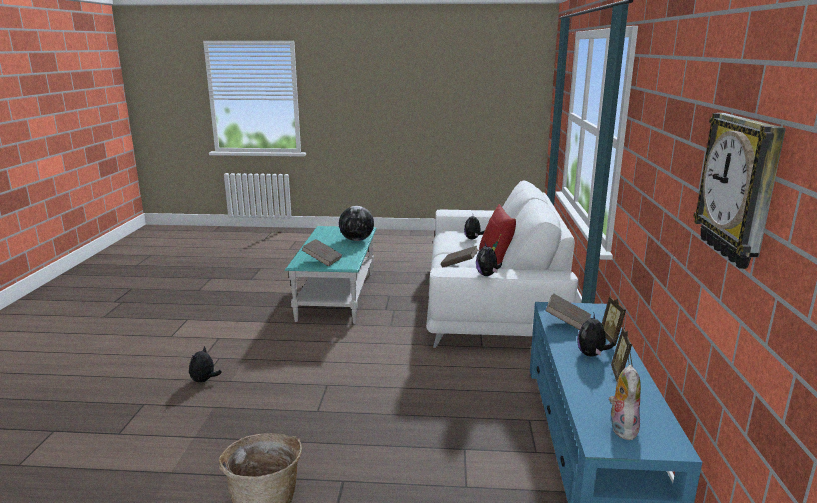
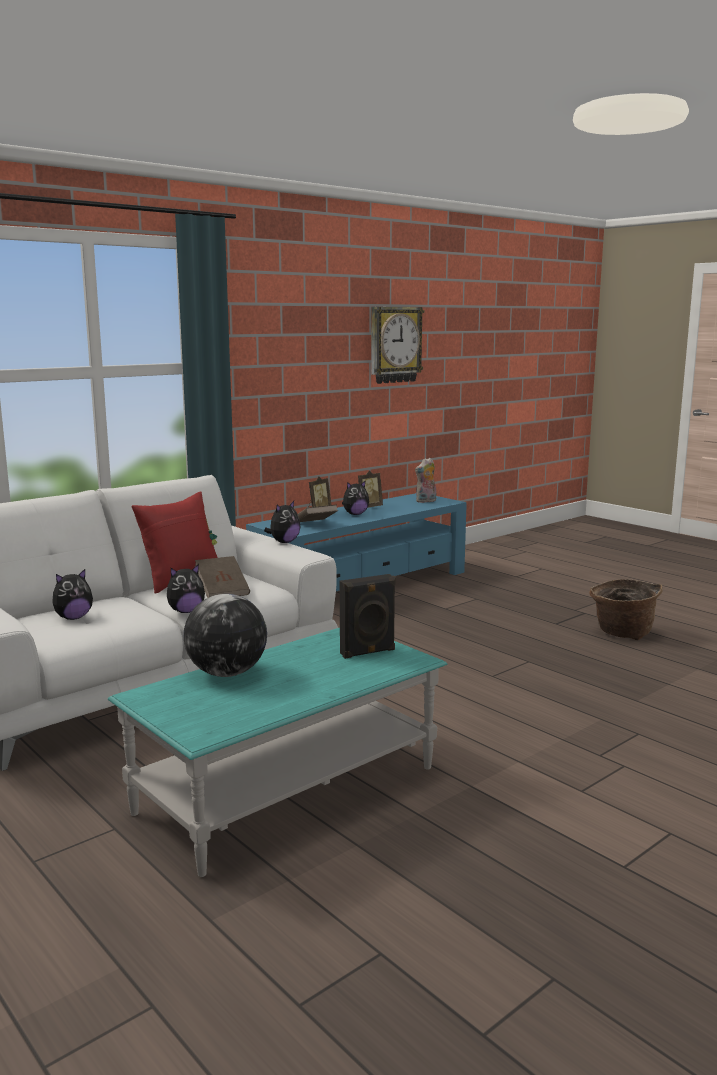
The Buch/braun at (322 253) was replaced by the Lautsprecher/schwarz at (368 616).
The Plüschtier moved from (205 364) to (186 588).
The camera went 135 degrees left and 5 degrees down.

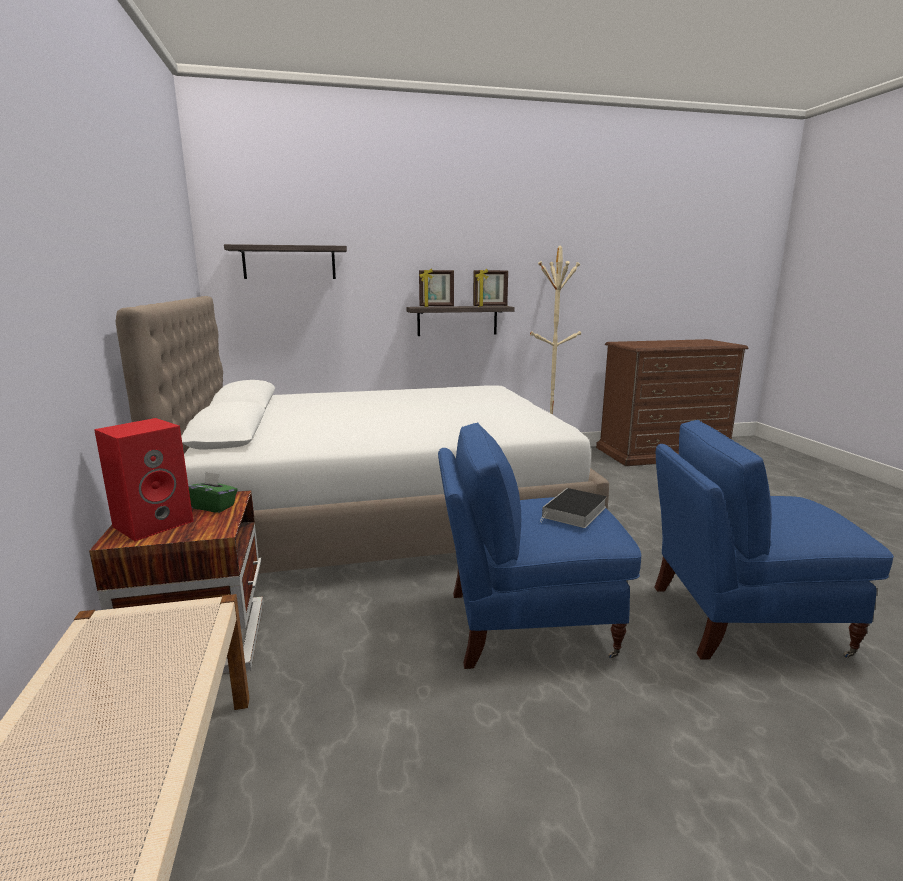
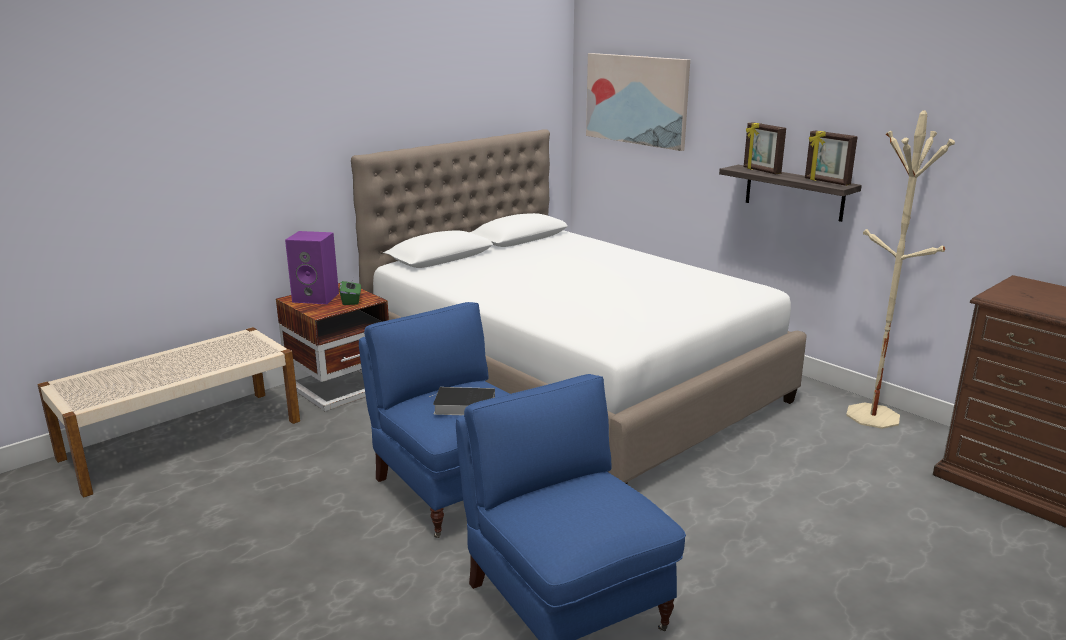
The Wandregal at (285 261) was replaced by the Bild at (638 102).
The Lautsprecher/rot at (143 479) became the Lautsprecher/lila at (312 267).
The camera went 60 degrees right and 5 degrees up.

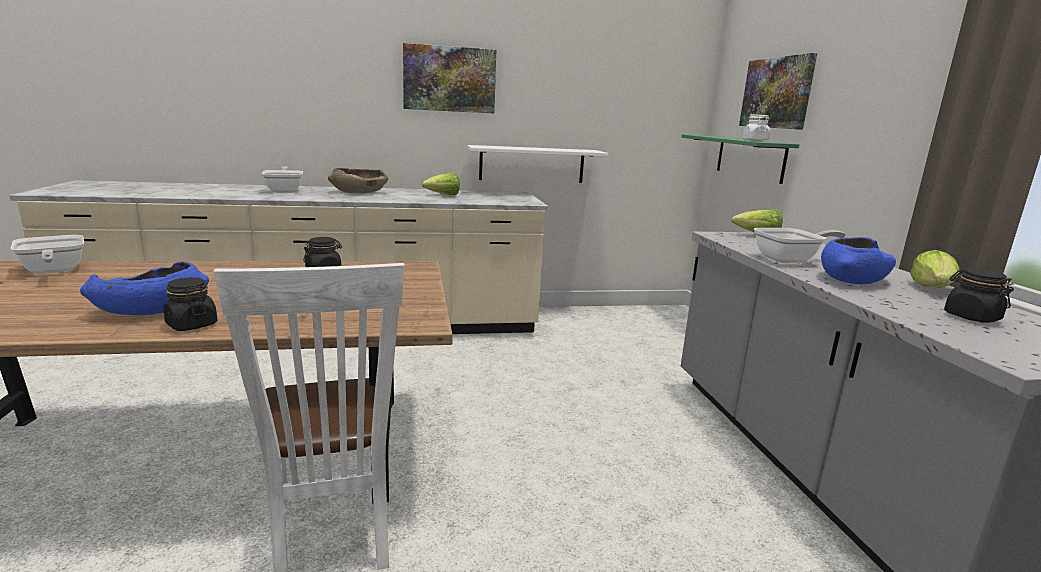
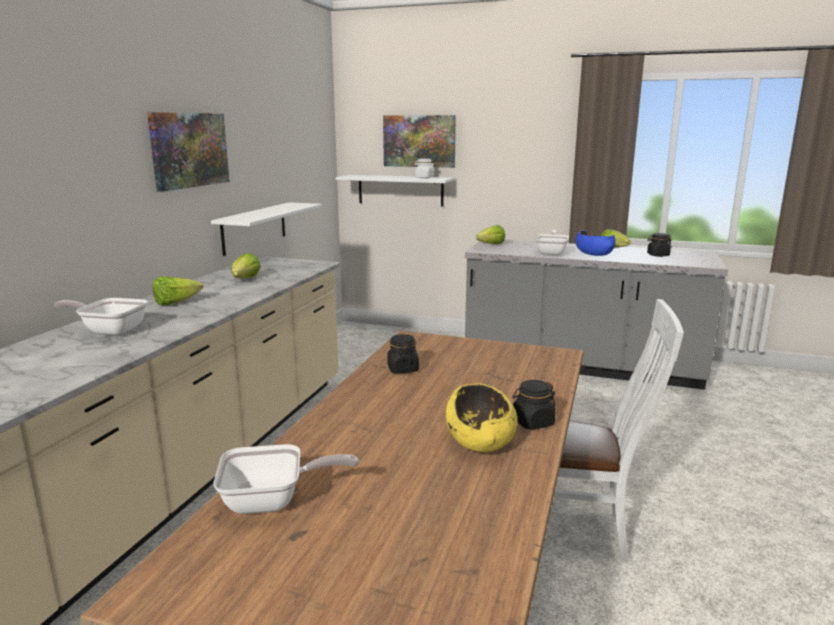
The Wandregal/grün at (740 159) became the Wandregal/weiß at (395 191).
The Schüssel/braun at (358 180) was replaced by the Salatkopf at (177 290).
The Schüssel/blau at (144 288) became the Schüssel/gelb at (481 417).
The camera went 60 degrees left and 0 degrees up.

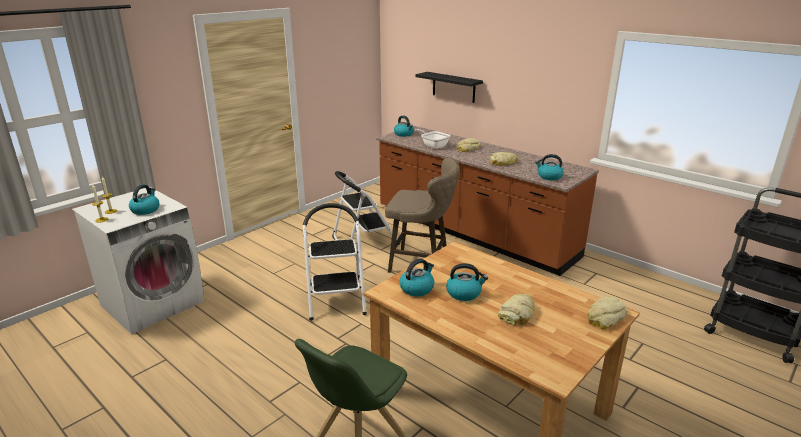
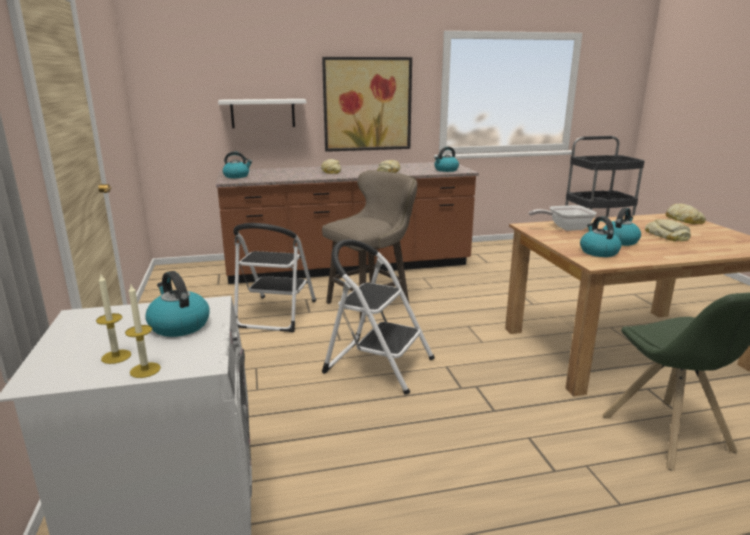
The Wandregal/schwarz at (449 87) became the Wandregal/weiß at (262 113).
The Pfanne moved from (432 139) to (562 218).
The Bild at (367 104) appeared.
The camera went 55 degrees left and 5 degrees down.

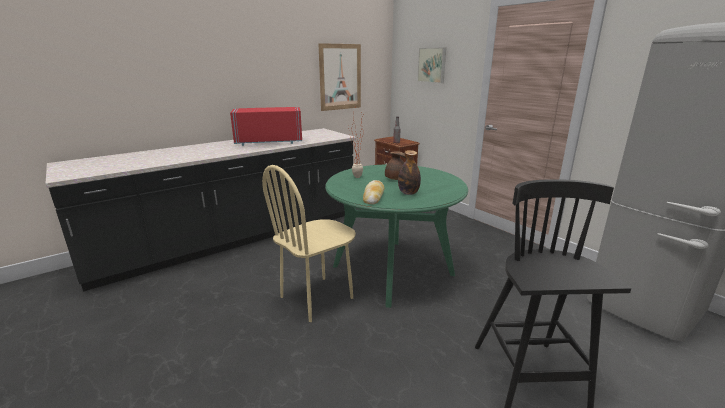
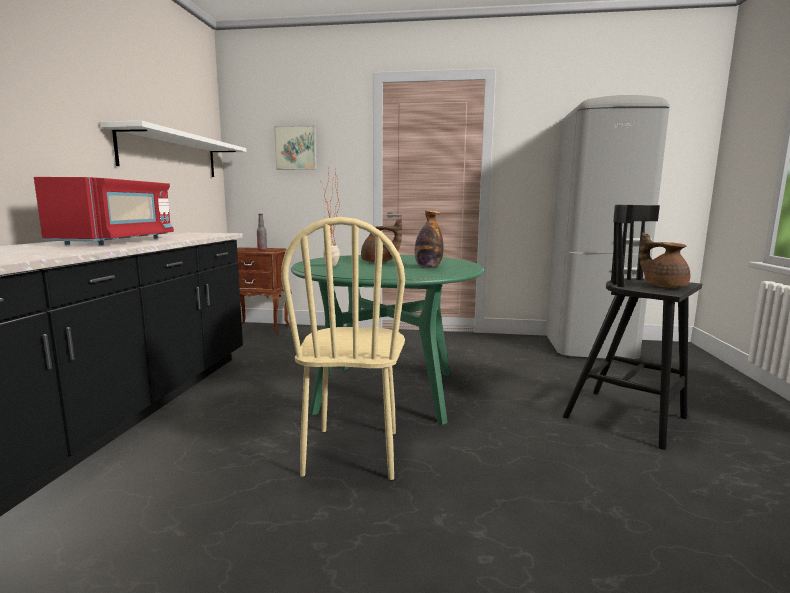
The Bild at (339 77) was replaced by the Wandregal/weiß at (173 149).
The Mikrowelle/rot at (266 126) turned 150 degrees clockwise.
The Brot at (374 192) disappeared.
The Teekanne/braun at (665 260) appeared.
The camera went 45 degrees left and 10 degrees down.

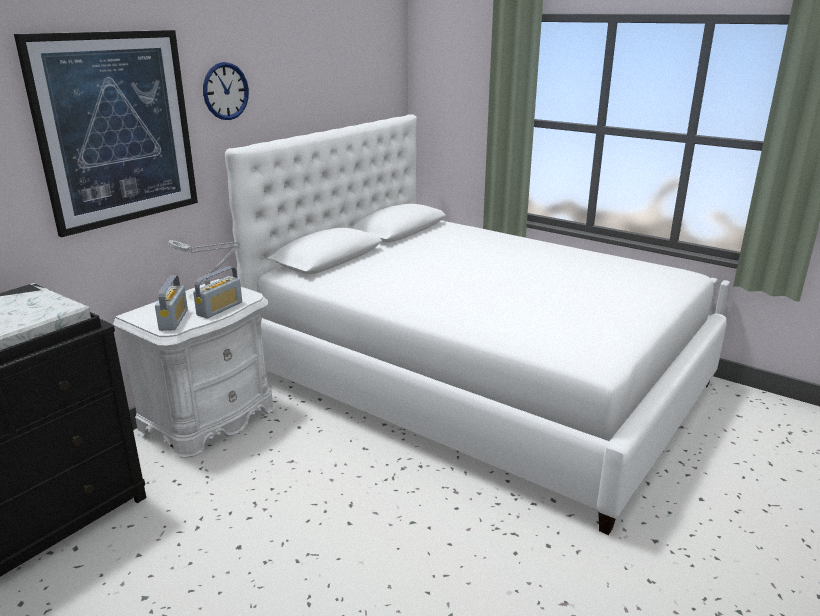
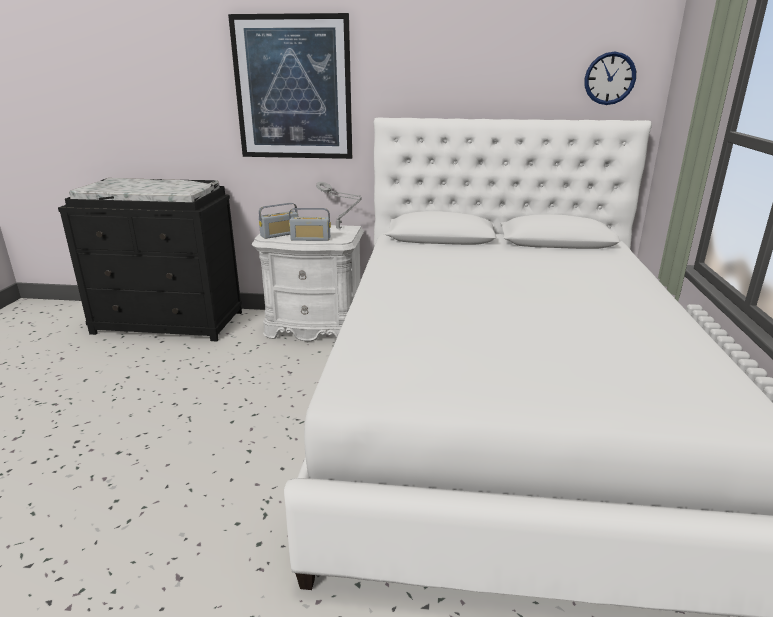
The Wanduhr moved from (226 91) to (610 78).
The camera went 60 degrees right and 0 degrees up.

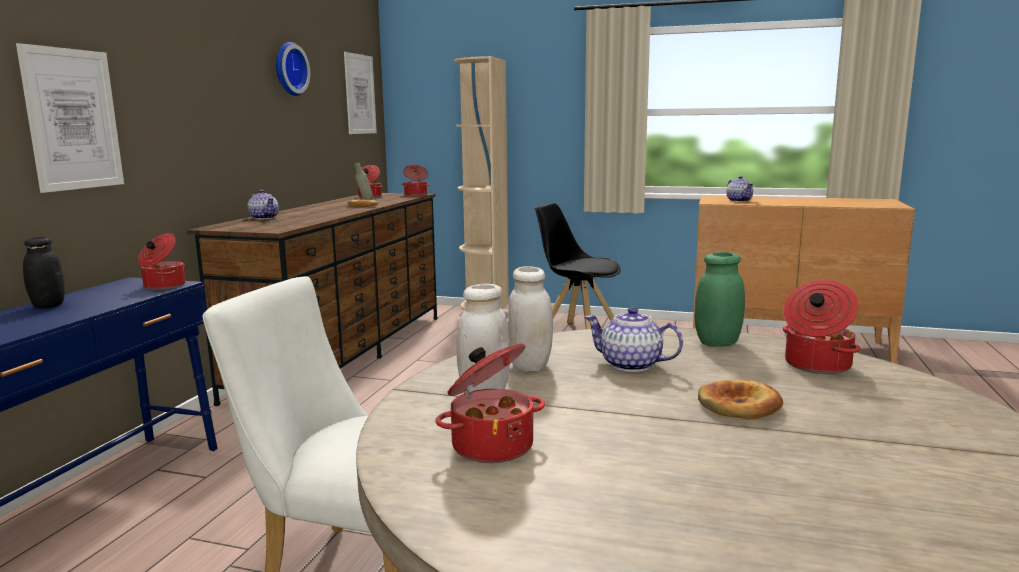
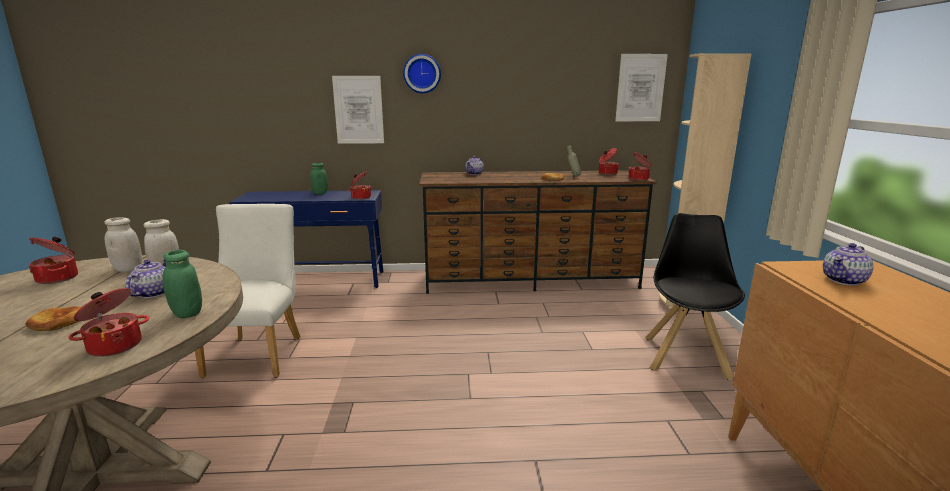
The Wanduhr moved from (293 69) to (422 73).
The Vorratsglas/schwarz at (44 272) became the Vorratsglas/grün at (319 178).
The camera went 70 degrees right and 5 degrees up.

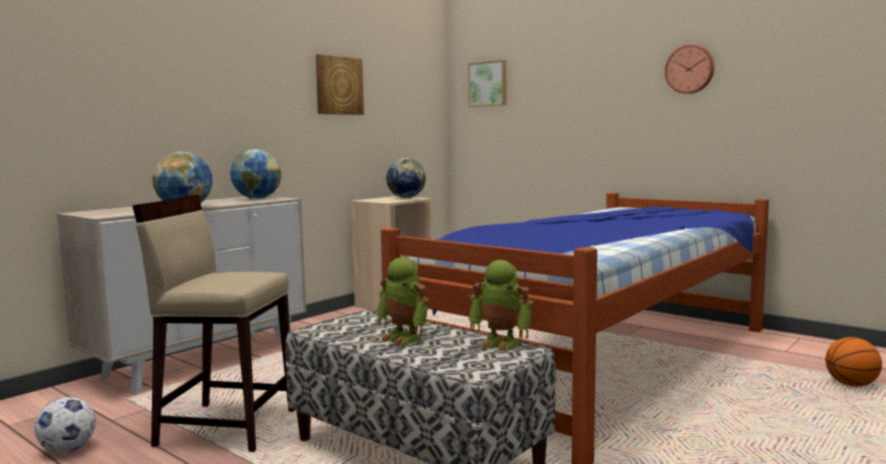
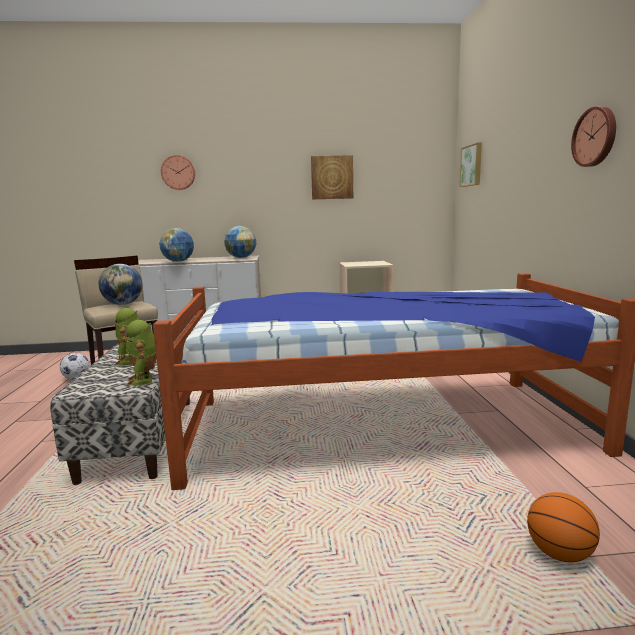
The Globus moved from (406 178) to (121 284).
The Wanduhr at (178 172) appeared.
The camera went 45 degrees right and 5 degrees up.

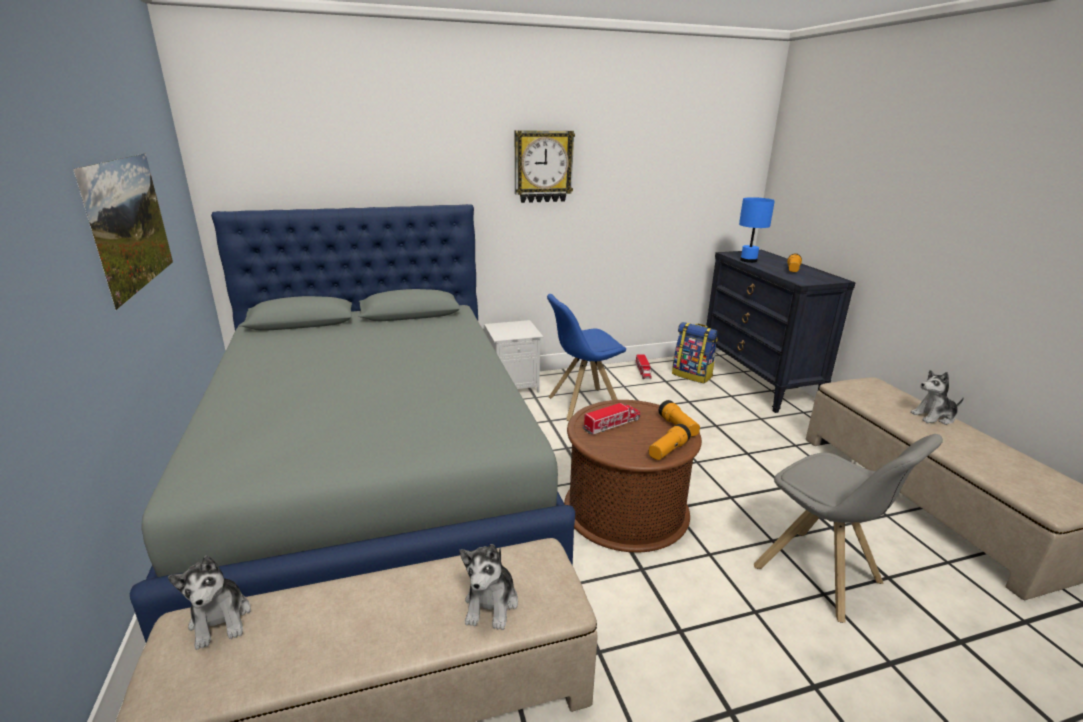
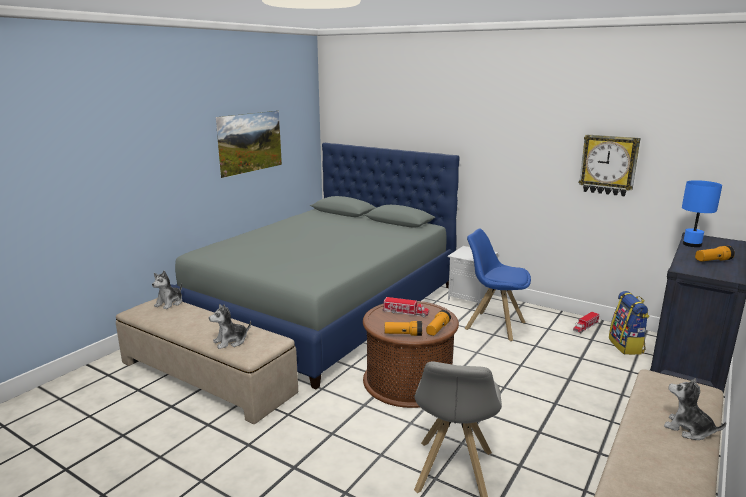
The Wanduhr moved from (545 166) to (610 165).
The camera went 50 degrees right and 5 degrees down.

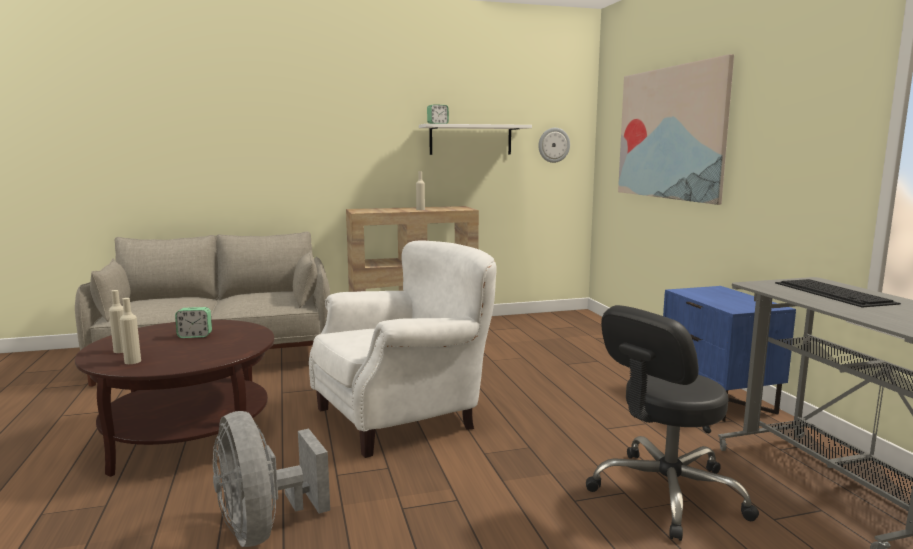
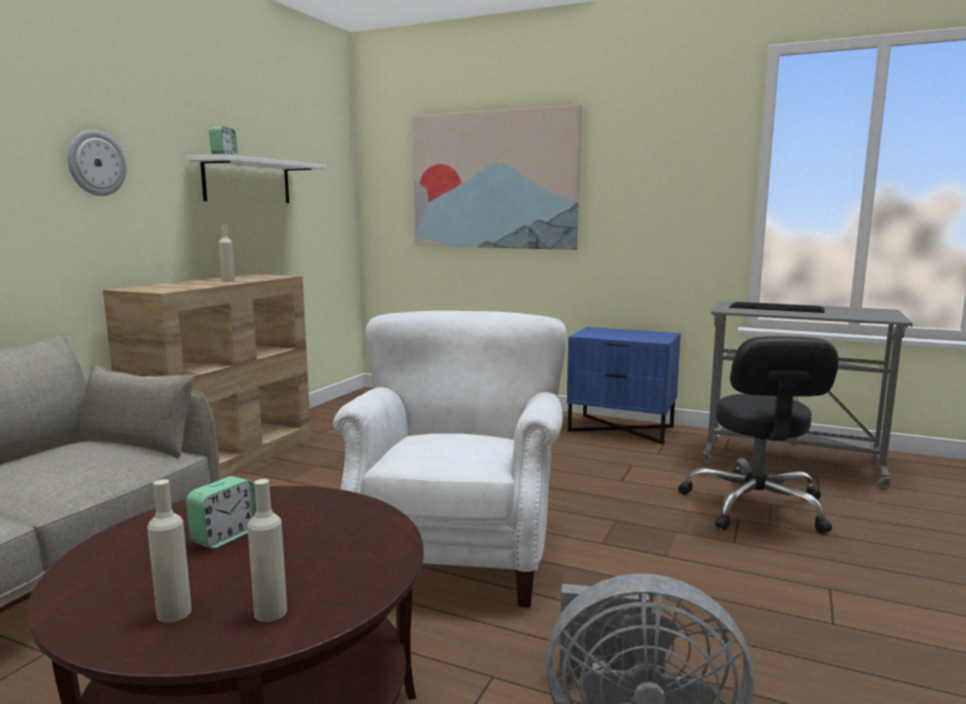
The Wanduhr moved from (554 145) to (96 163).
The camera went 50 degrees left and 0 degrees up.

